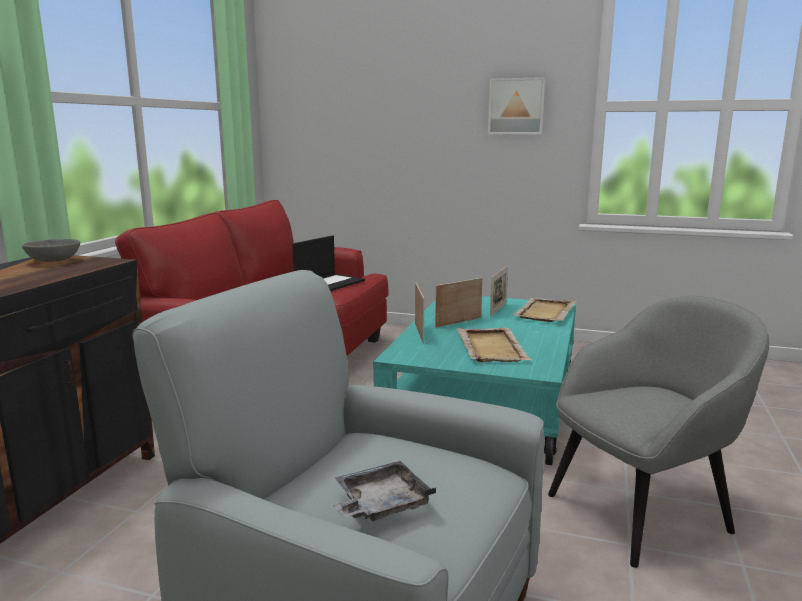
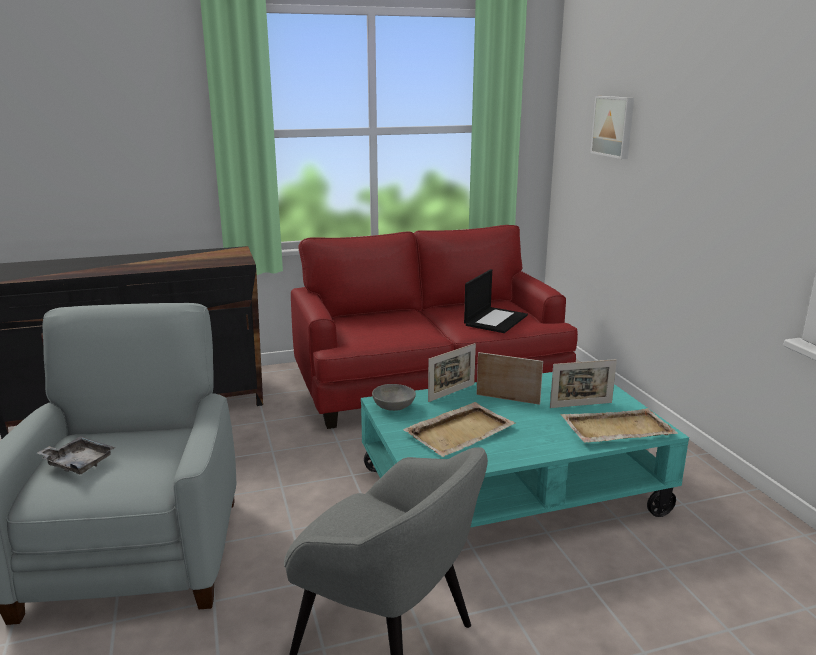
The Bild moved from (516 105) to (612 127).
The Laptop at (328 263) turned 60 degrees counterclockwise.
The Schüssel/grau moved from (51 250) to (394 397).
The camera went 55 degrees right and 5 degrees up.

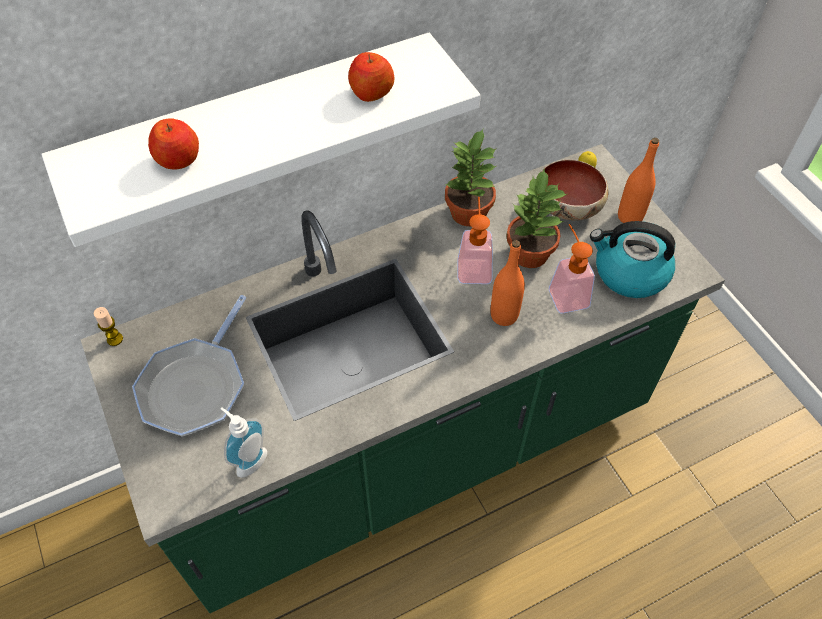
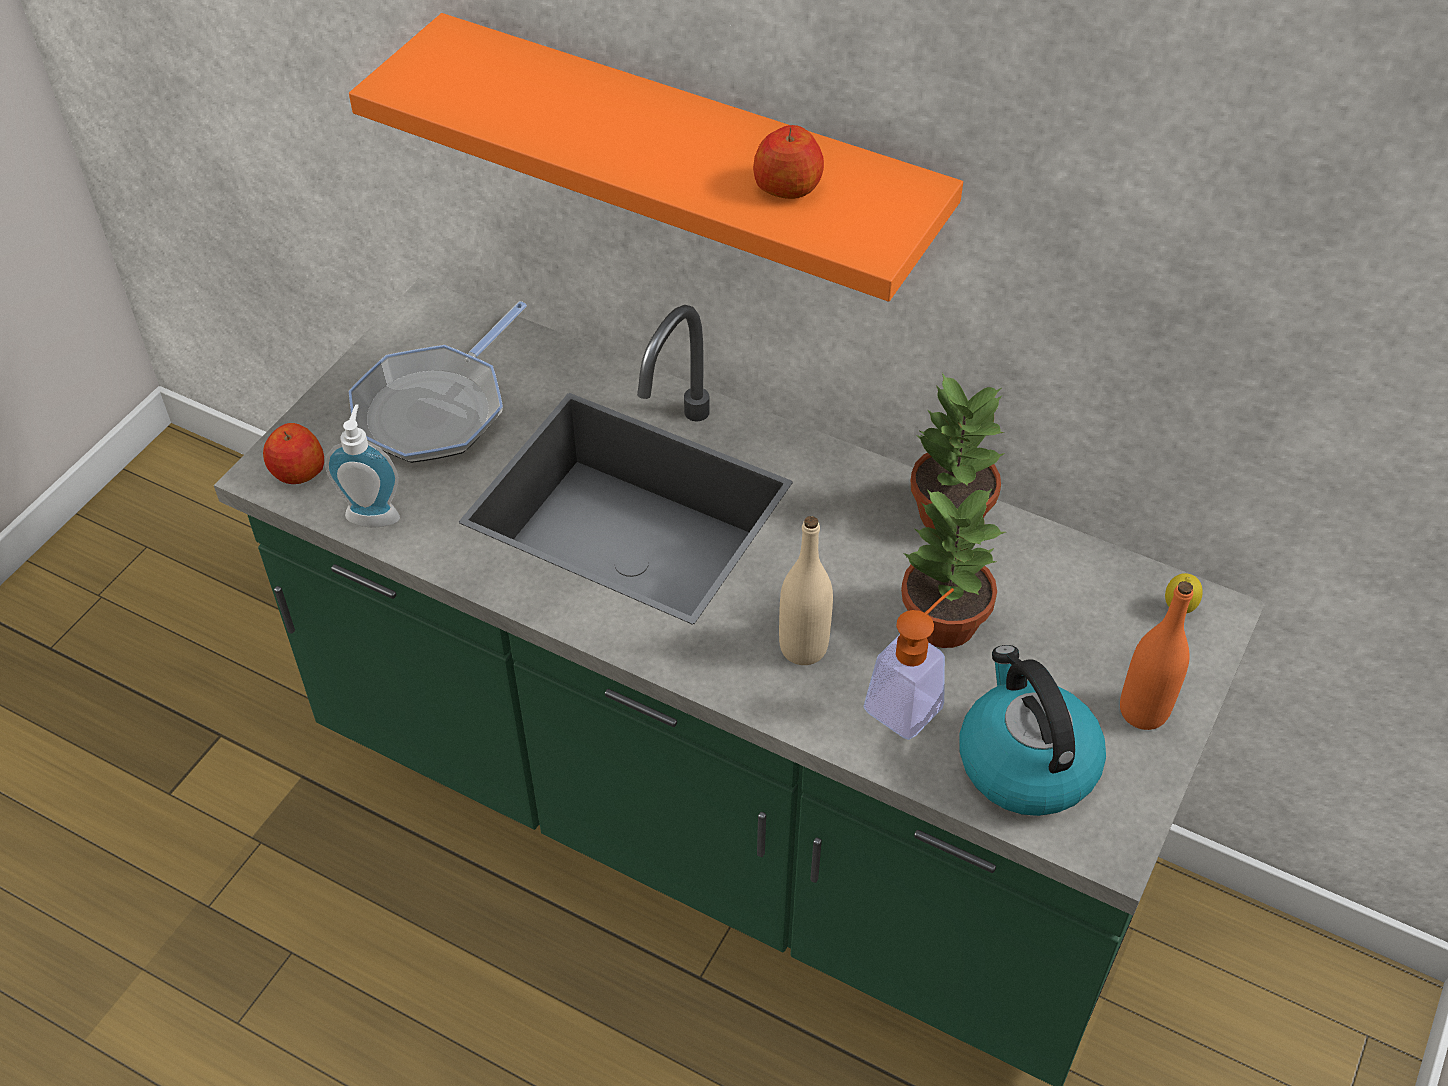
The Wandregal/weiß at (261 140) became the Wandregal/orange at (656 157).
The Apfel moved from (173 144) to (293 453).
The Schüssel at (574 190) disappeared.
The Seifenspender at (475 240) disappeared.
The Flasche/orange at (507 283) became the Flasche/beige at (806 590).
The Pfanne at (189 366) turned 45 degrees counterclockwise.
The Kerze at (108 326) disappeared.
The camera went 55 degrees right and 5 degrees down.

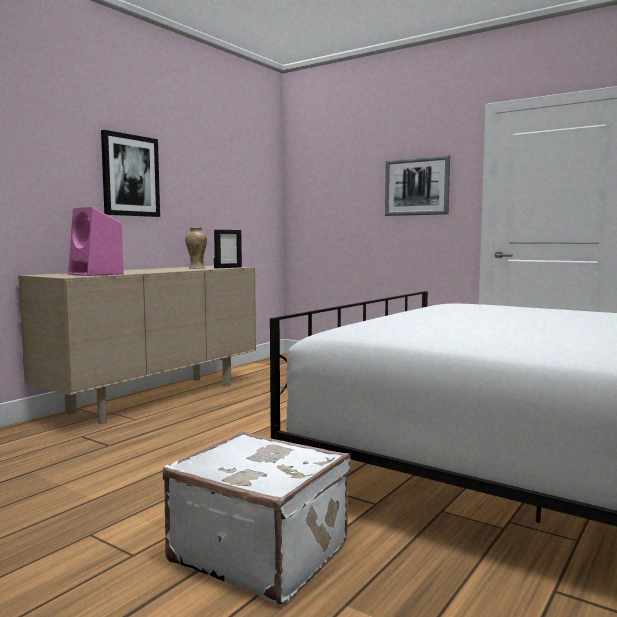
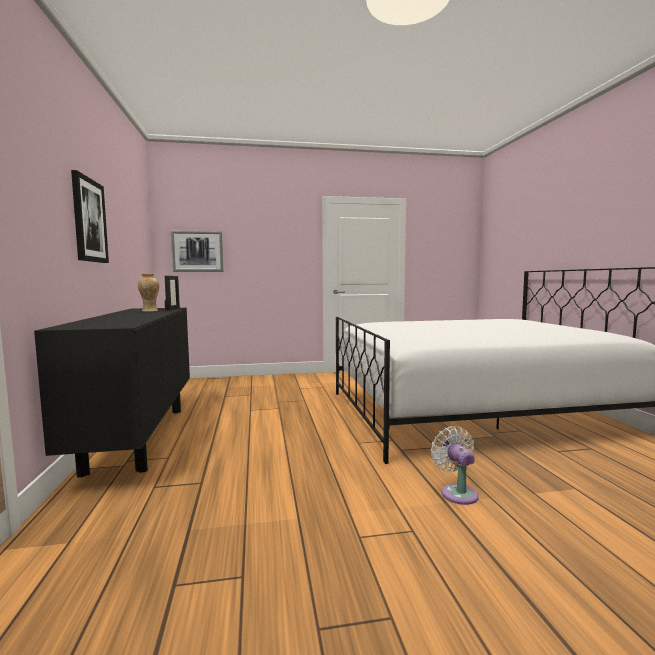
The Bild moved from (417 185) to (197 251).
The Lautsprecher/rosa at (96 241) disappeared.
The Kommode/beige at (137 345) became the Kommode/schwarz at (112 393).
The Koffer/weiß at (257 518) was replaced by the Ventilator/weiß at (454 465).
The camera went 45 degrees left and 0 degrees up.

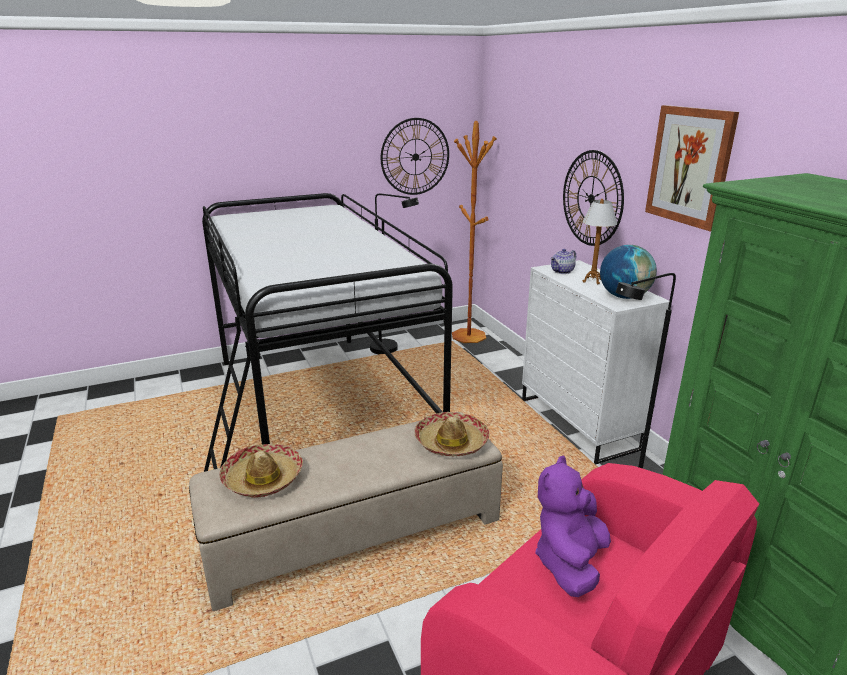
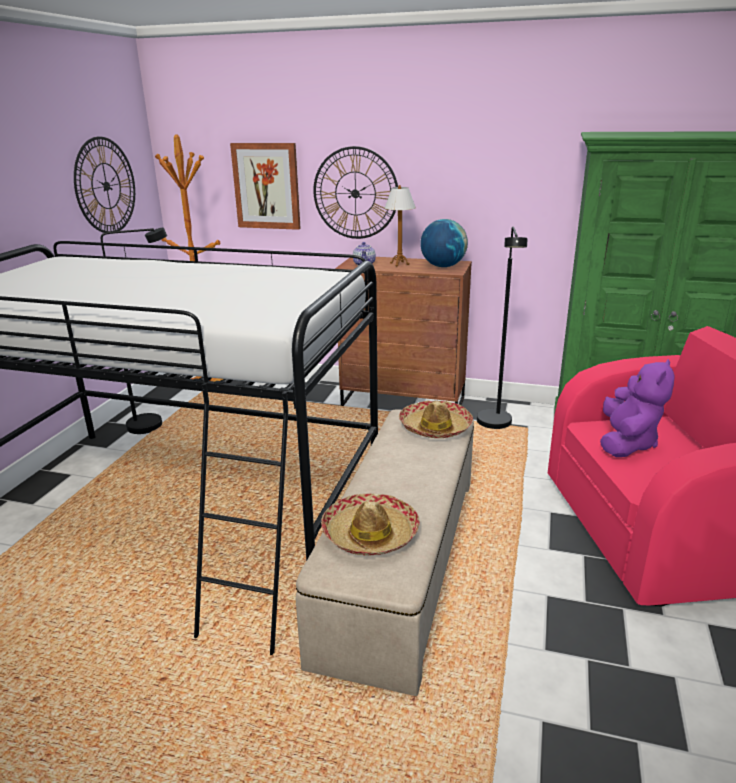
The Bild moved from (692 168) to (265 186).
The Kommode/weiß at (595 362) became the Kommode/braun at (403 331).
The Plüschtier/lila at (573 526) turned 135 degrees counterclockwise.
The camera went 50 degrees left and 0 degrees up.

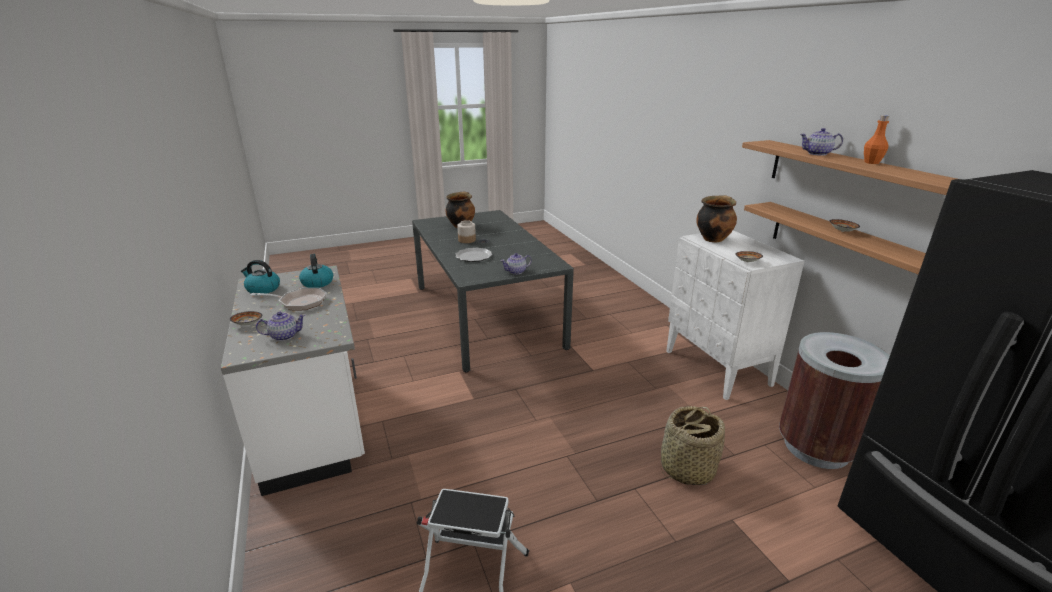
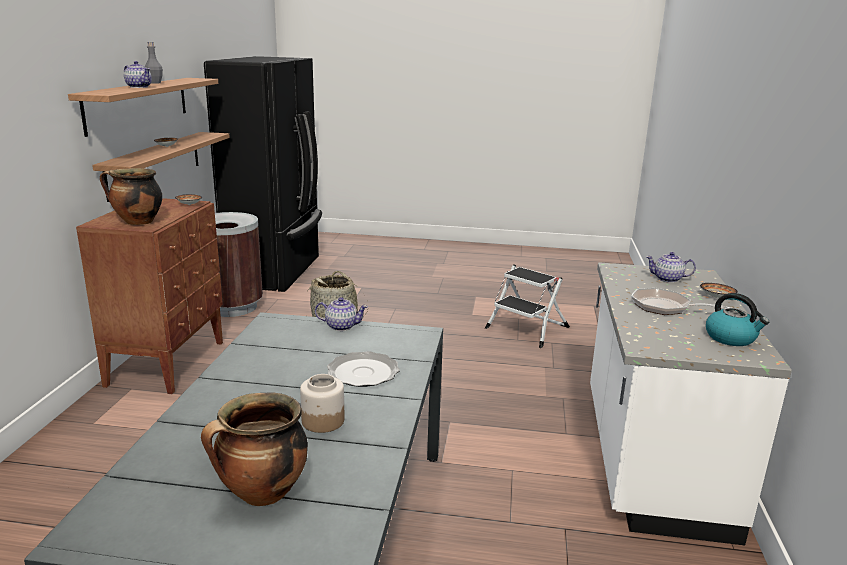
The Flasche/orange at (876 139) became the Flasche/grau at (154 63).
The Kommode/weiß at (735 315) became the Kommode/braun at (149 296).
The Wasserkessel at (316 271) disappeared.
The camera went 150 degrees left and 5 degrees down.

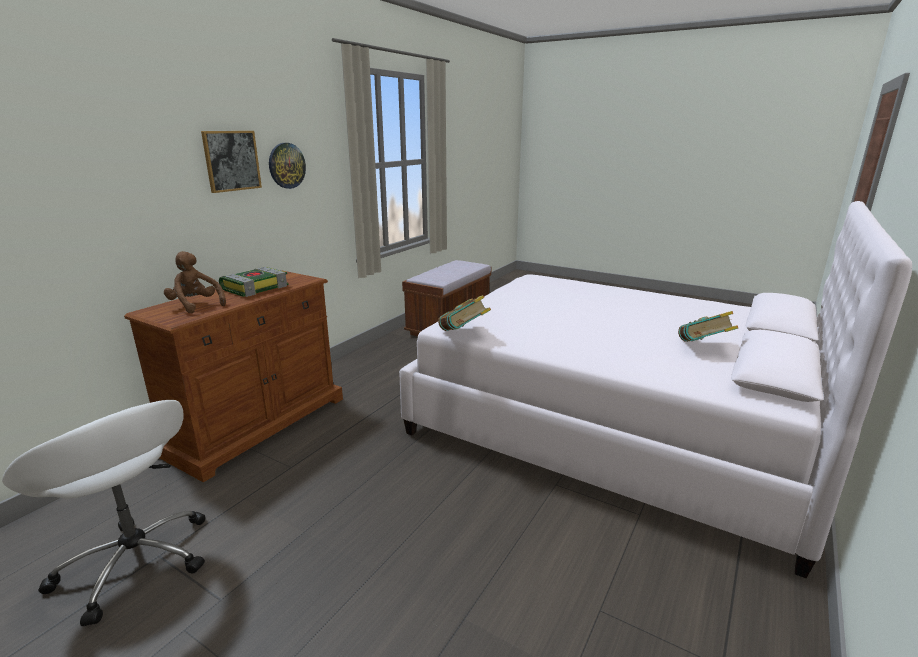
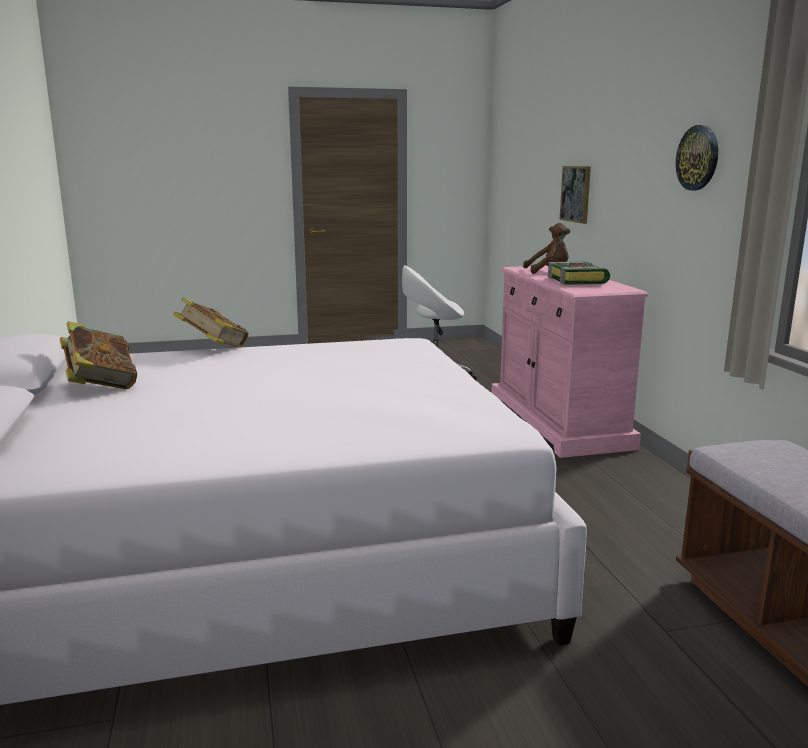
The Bild moved from (231 162) to (575 195).
The Kommode/braun at (233 376) became the Kommode/rosa at (570 362).
The Buch moved from (464 313) to (211 322).
The camera went 135 degrees right and 5 degrees down.

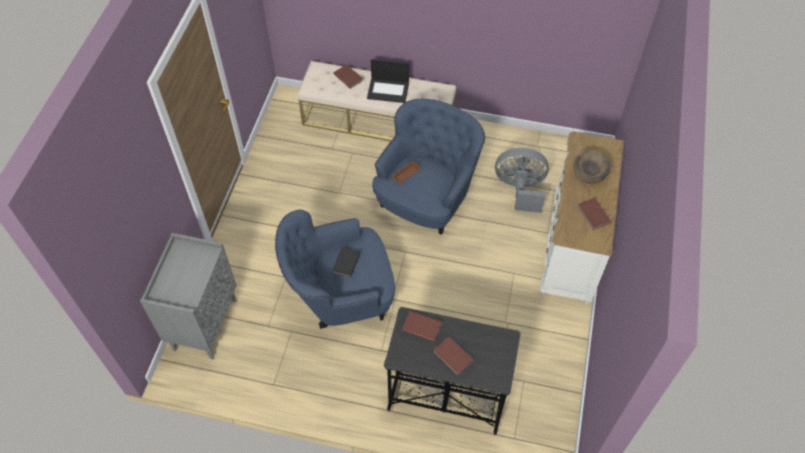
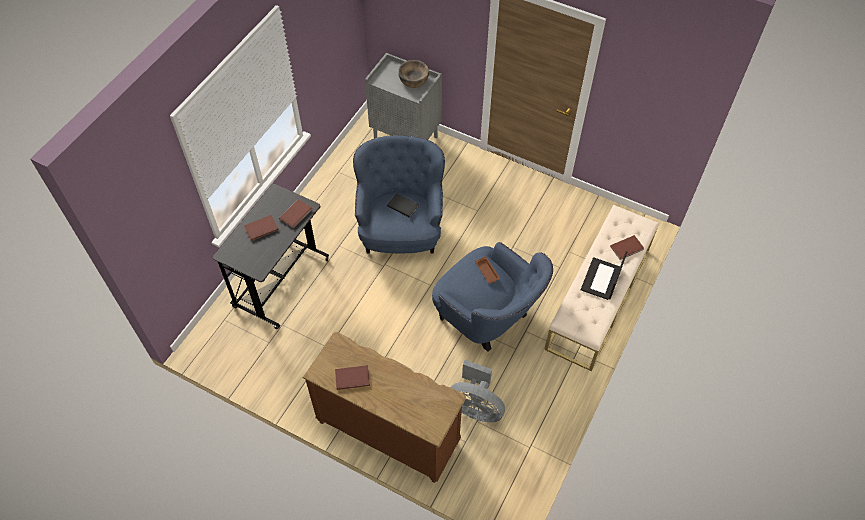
The Kommode/weiß at (582 218) became the Kommode/braun at (384 407).
The Ventilator/grau at (522 180) turned 90 degrees clockwise.
The Schüssel/braun moved from (592 167) to (413 74).
The camera went 105 degrees right and 0 degrees up.

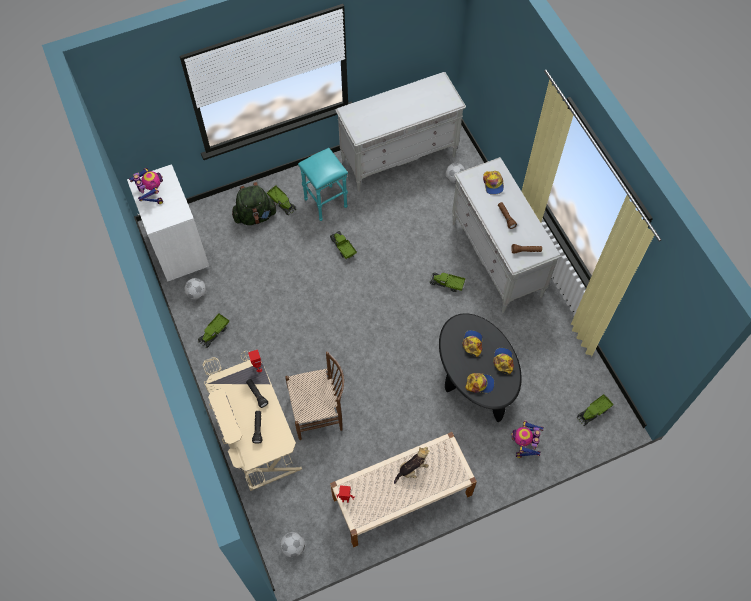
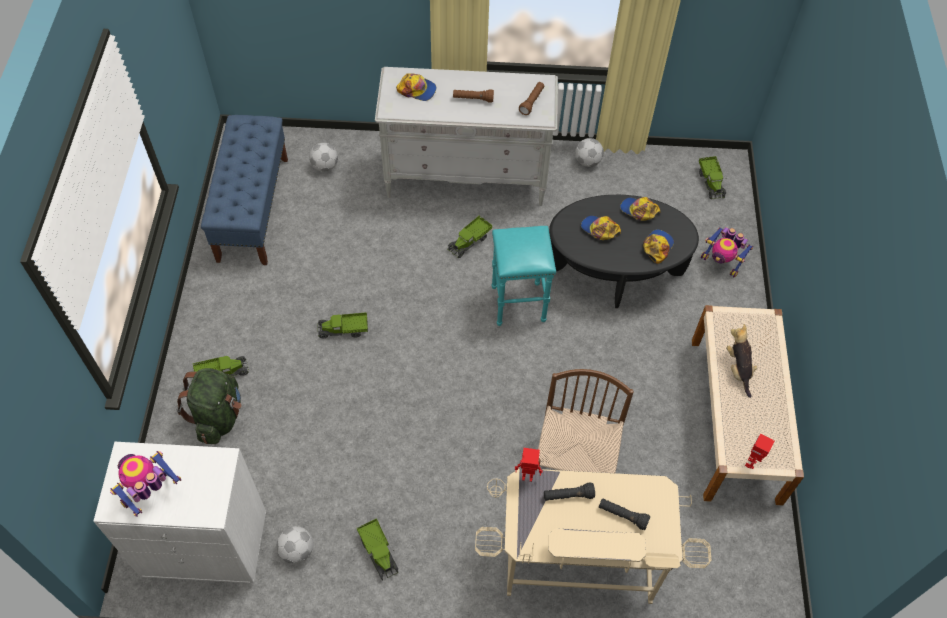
The Kommode/weiß at (400 132) was replaced by the Bank/blau at (244 190).
The Hocker/türkis moved from (323 184) to (524 276).
The Spielzeugroboter at (146 186) turned 45 degrees counterclockwise.
The Fußball moved from (292 544) to (589 152).
The camera went 65 degrees left and 5 degrees down.

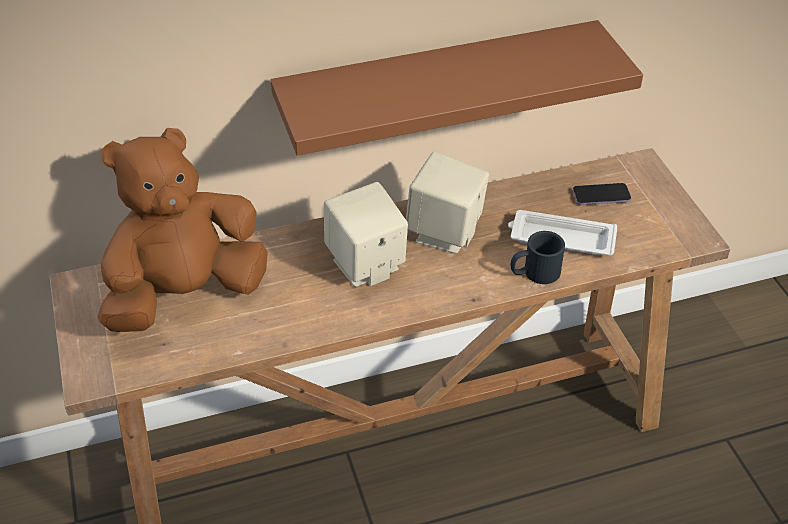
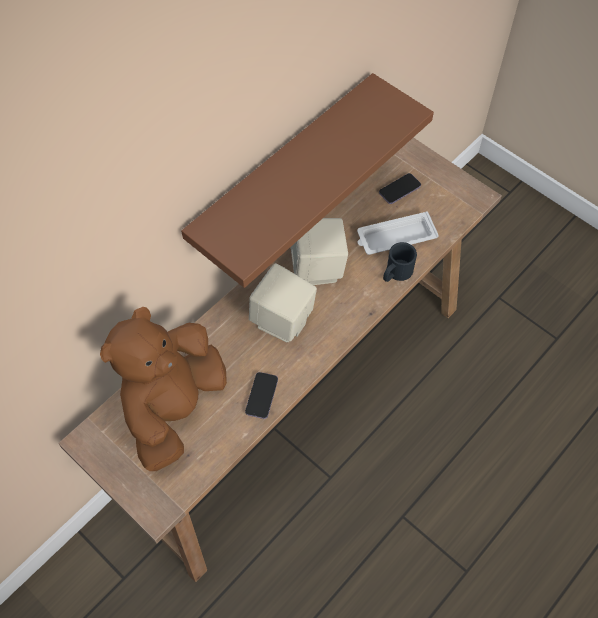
The Handy at (261 395) appeared.
The camera went 30 degrees left and 15 degrees up.

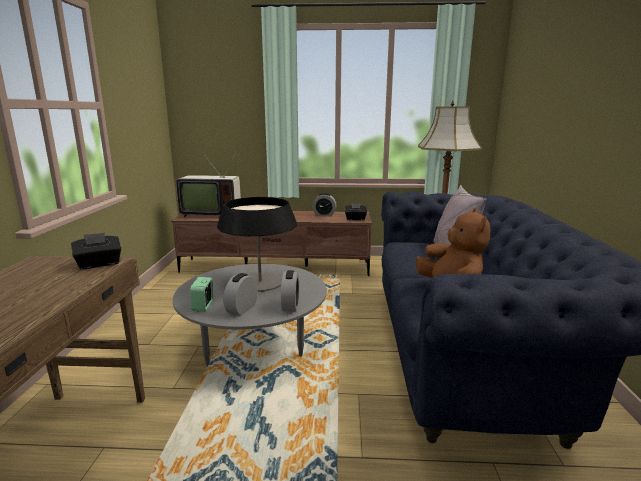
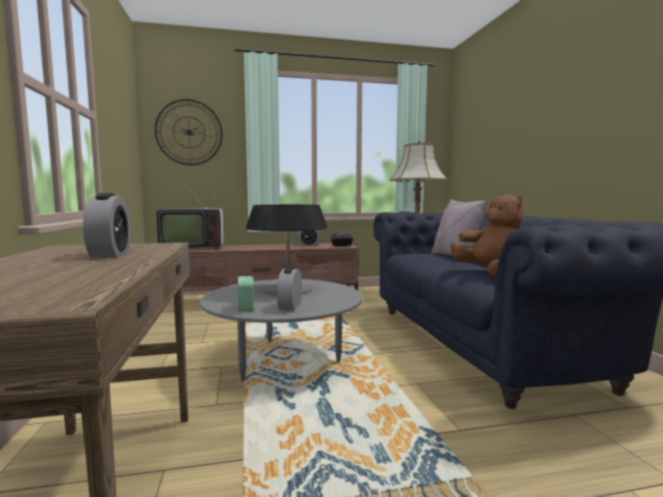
The Taschentuchbox/schwarz at (96 250) disappeared.
The Wecker moved from (290 291) to (107 225).
The Wanduhr at (189 132) appeared.
The camera went 15 degrees left and 10 degrees down.

